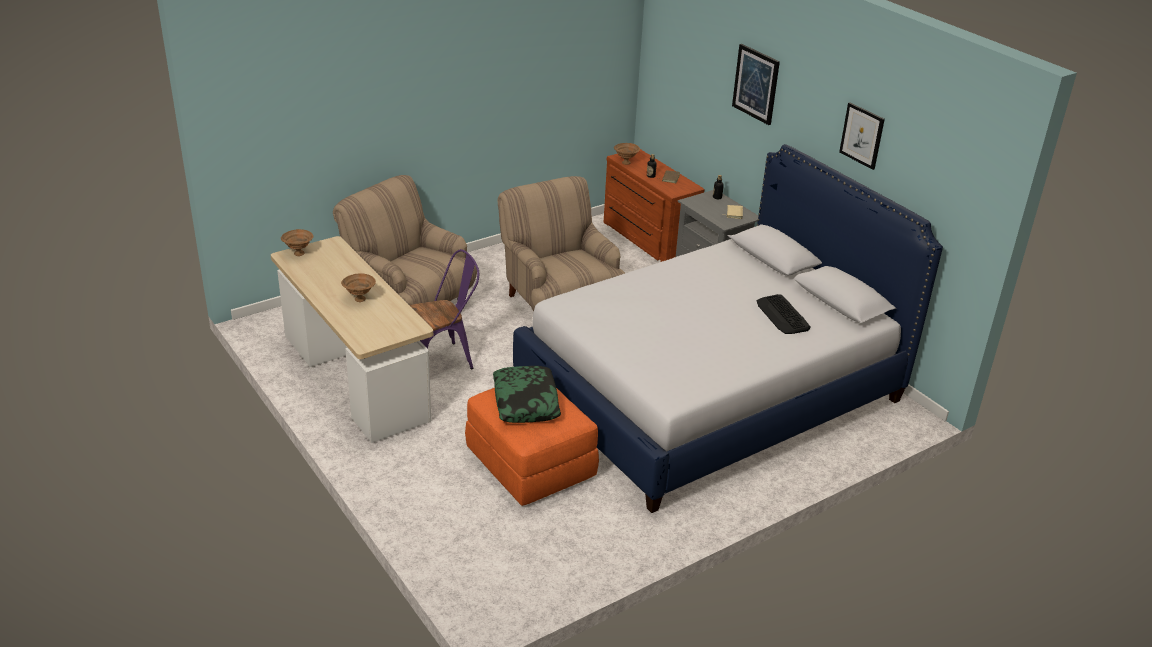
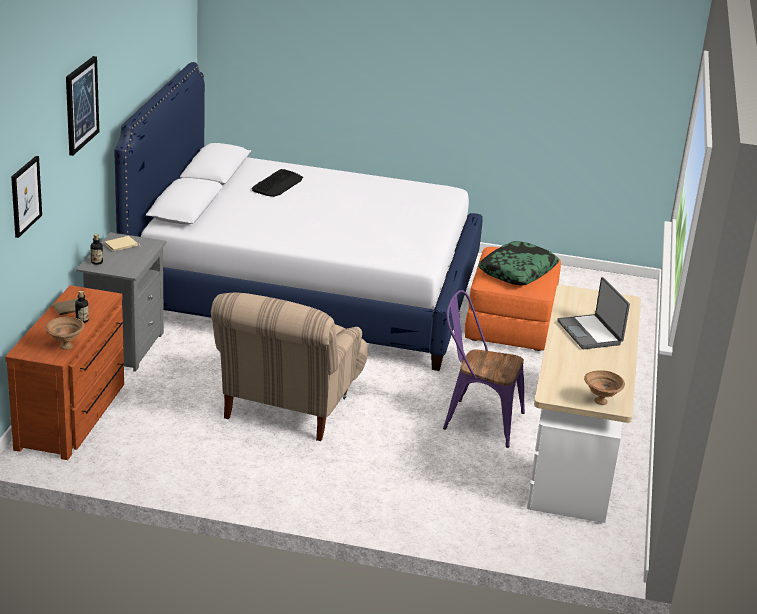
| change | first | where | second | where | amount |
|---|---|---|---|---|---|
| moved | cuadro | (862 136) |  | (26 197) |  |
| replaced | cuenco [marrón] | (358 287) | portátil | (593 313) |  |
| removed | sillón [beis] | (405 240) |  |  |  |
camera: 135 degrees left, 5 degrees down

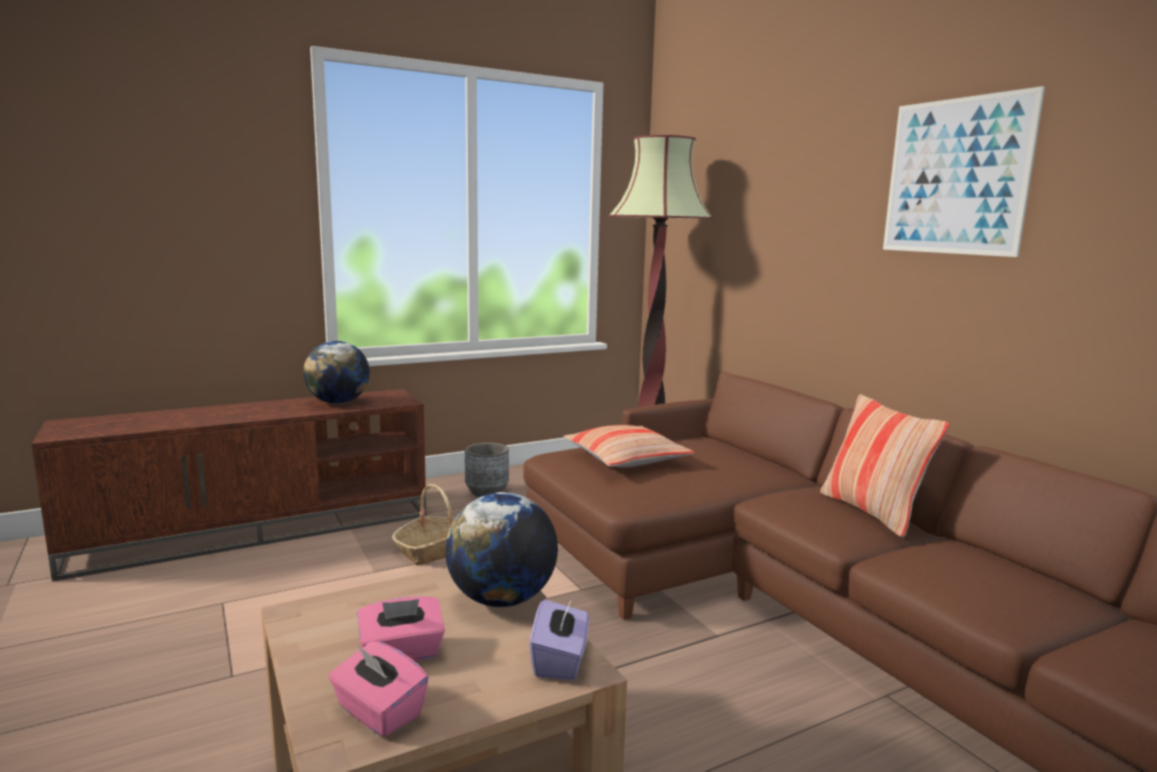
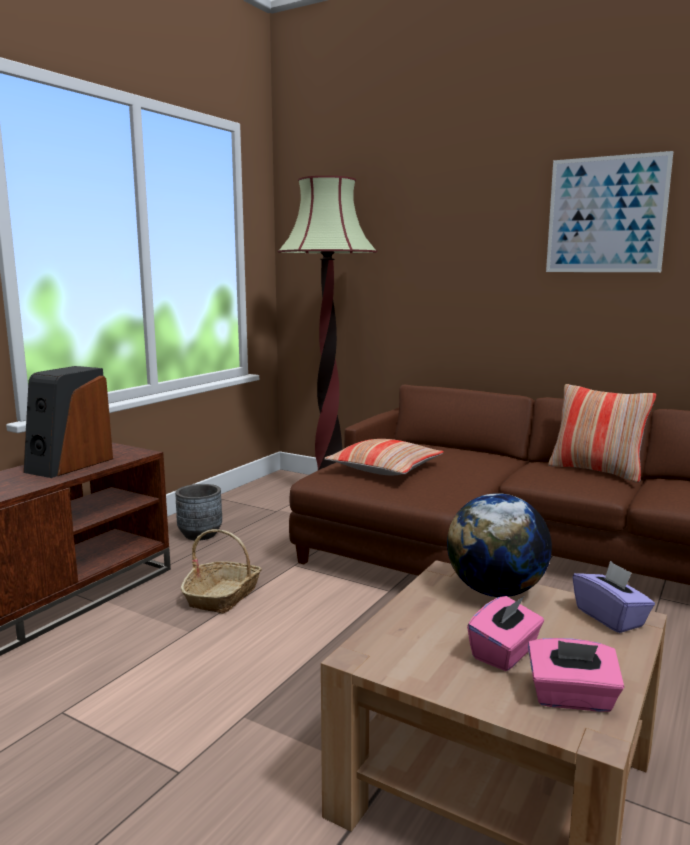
| change | first | where | second | where | amount |
|---|---|---|---|---|---|
| replaced | globo terráqueo | (336 372) | altavoz | (68 422) |  |
camera: 30 degrees left, 0 degrees up

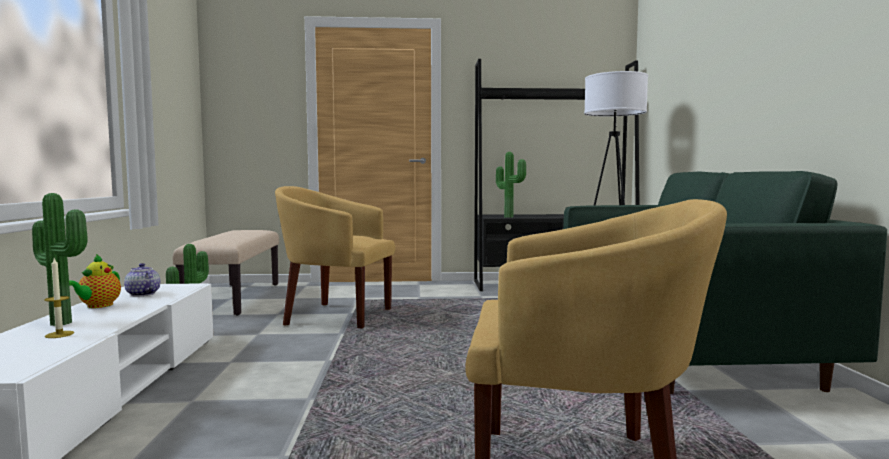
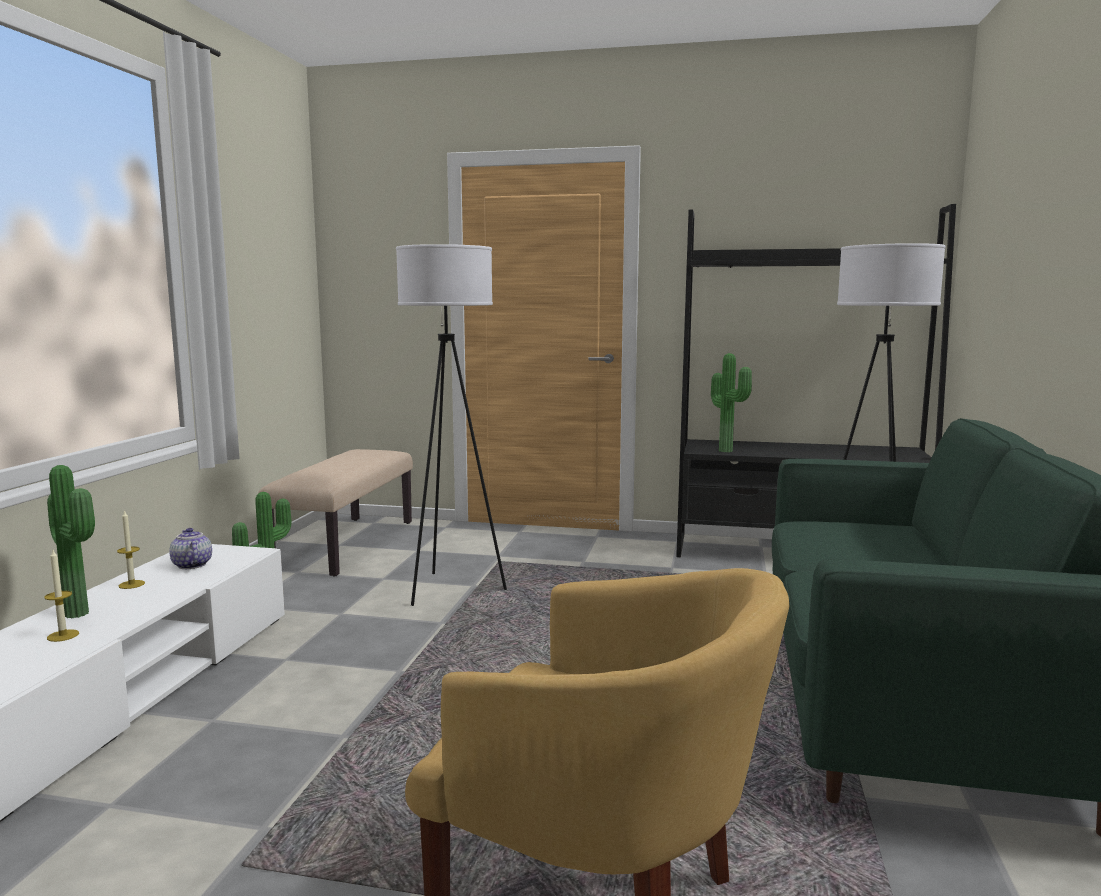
| change | first | where | second | where | amount |
|---|---|---|---|---|---|
| replaced | tetera | (95 281) | vela | (131 549) |  |
| replaced | sillón [amarillo] | (335 257) | lámpara de pie [blanco] | (451 425) |  |
camera: 15 degrees right, 5 degrees up

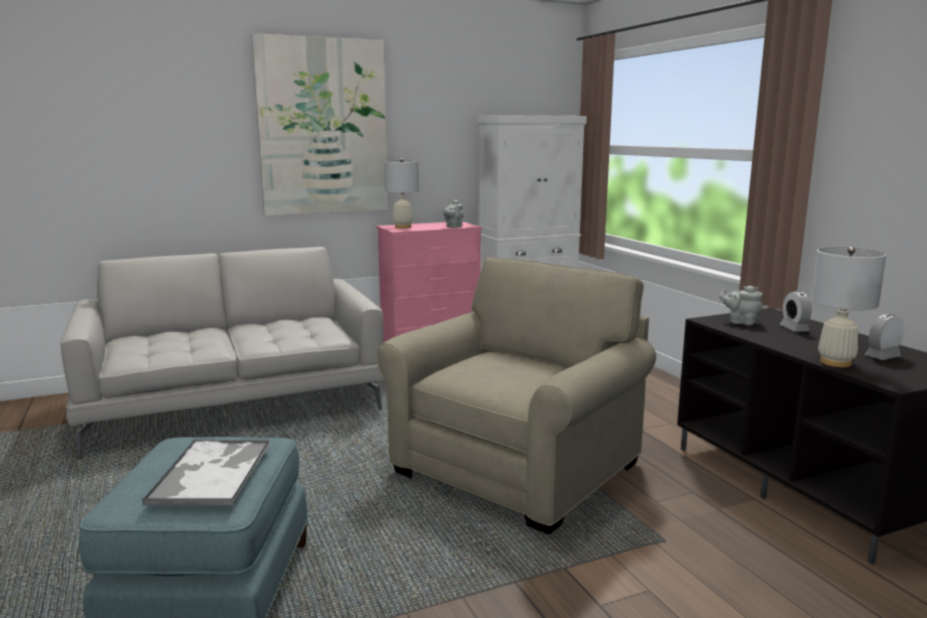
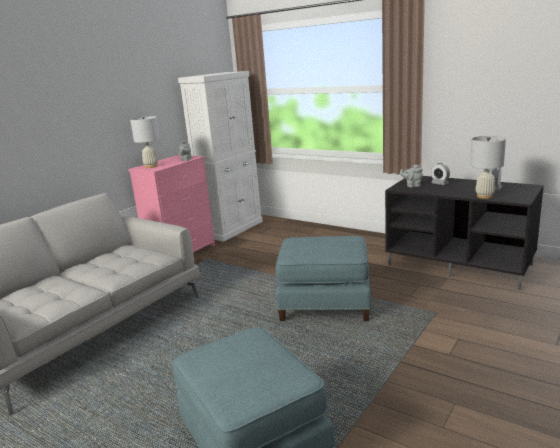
| change | first | where | second | where | amount |
|---|---|---|---|---|---|
| replaced | sillón [beis] | (516 396) | puf [azul] | (323 278) |  |
| removed | bandeja | (206 472) |  |  |  |
| removed | cuadro | (319 124) |  |  |  |
camera: 30 degrees left, 5 degrees up

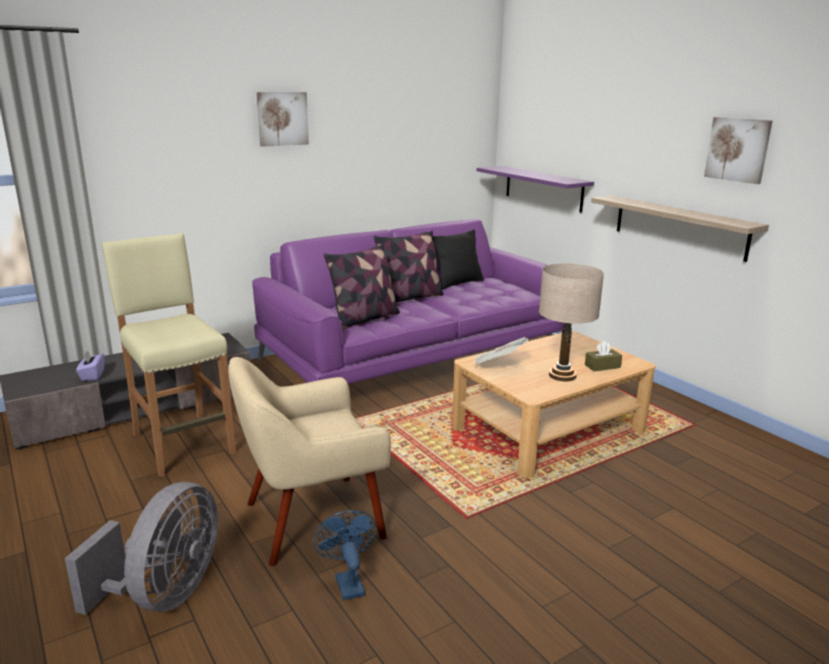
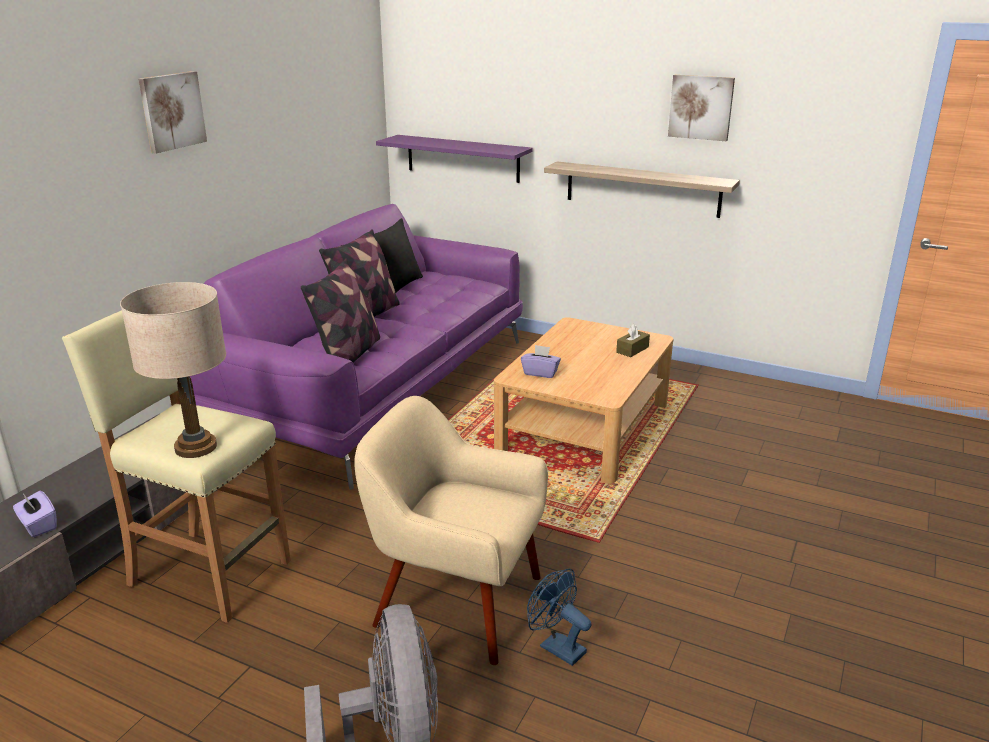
| change | first | where | second | where | amount |
|---|---|---|---|---|---|
| moved | lámpara de mesa [beis] | (571 322) |  | (173 370) |  |
| turned | sillón [beis] | (309 461) |  | (451 530) | 75 degrees clockwise |
| replaced | periódico | (501 351) | caja de pañuelos [morado] | (541 361) |  |
camera: 30 degrees left, 5 degrees up

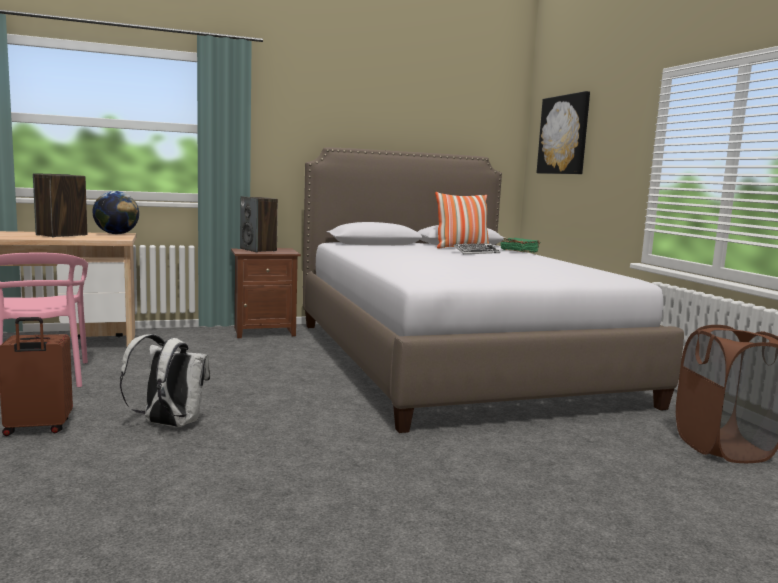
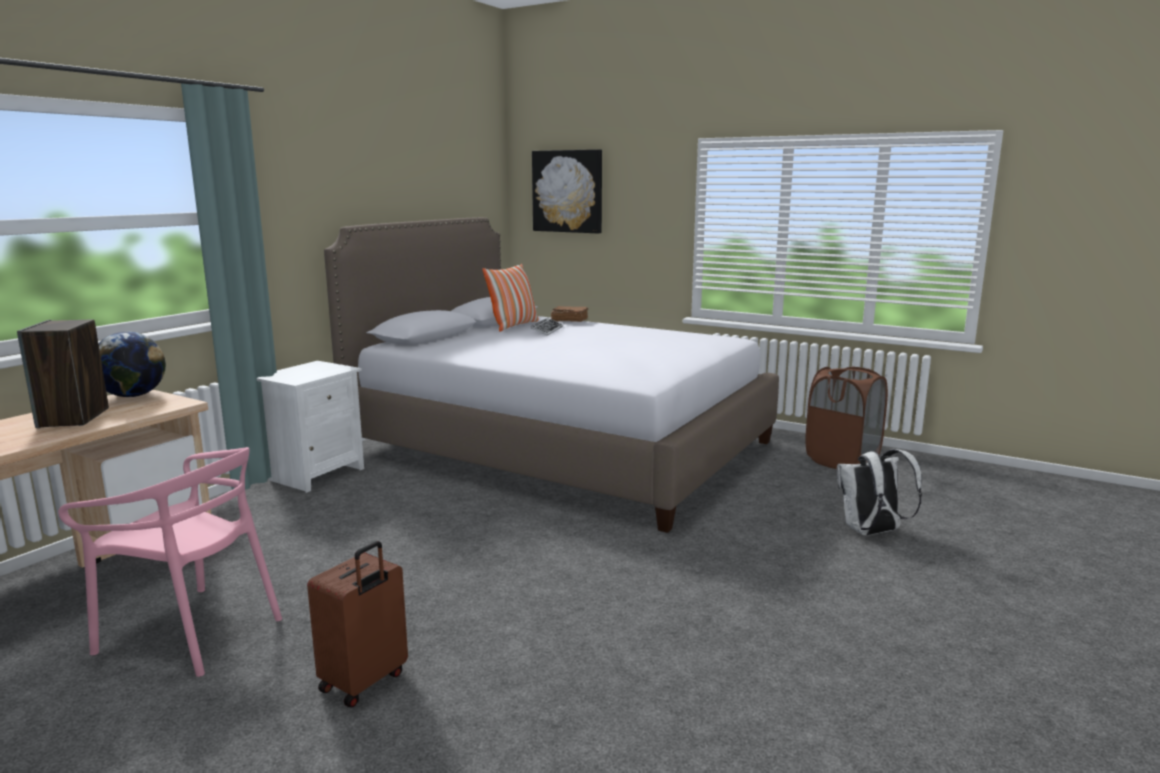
| change | first | where | second | where | amount |
|---|---|---|---|---|---|
| recoloured | mesita de noche [marrón] | (266 293) | mesita de noche [blanco] | (310 427) |  |
| recoloured | libro [verde] | (520 245) | libro [marrón] | (569 314) |  |
| moved | mochila [blanco] | (165 380) |  | (879 492) |  |
| removed | altavoz | (259 224) |  |  |  |
camera: 40 degrees left, 5 degrees up

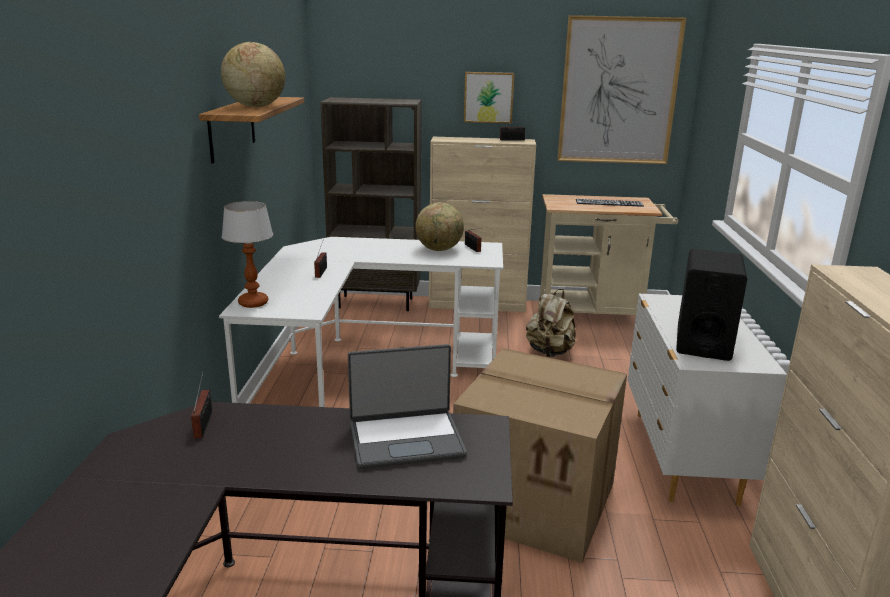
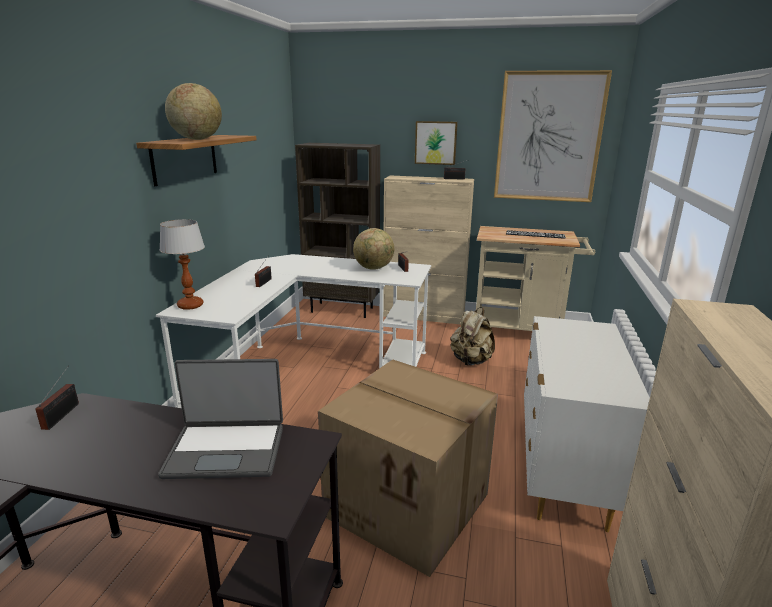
| change | first | where | second | where | amount |
|---|---|---|---|---|---|
| removed | altavoz [negro] | (711 305) |  |  |  |
camera: 10 degrees right, 0 degrees up

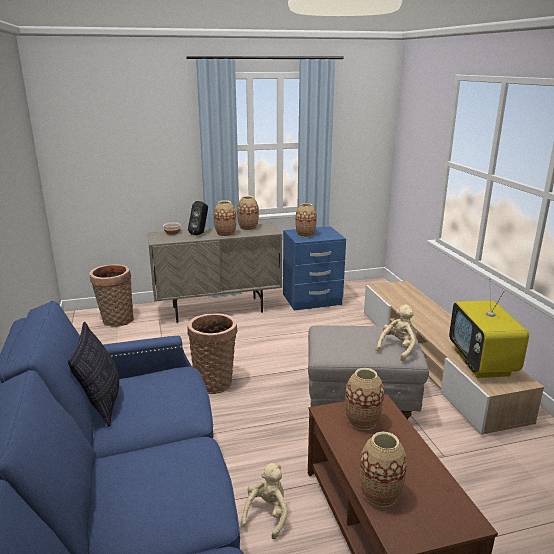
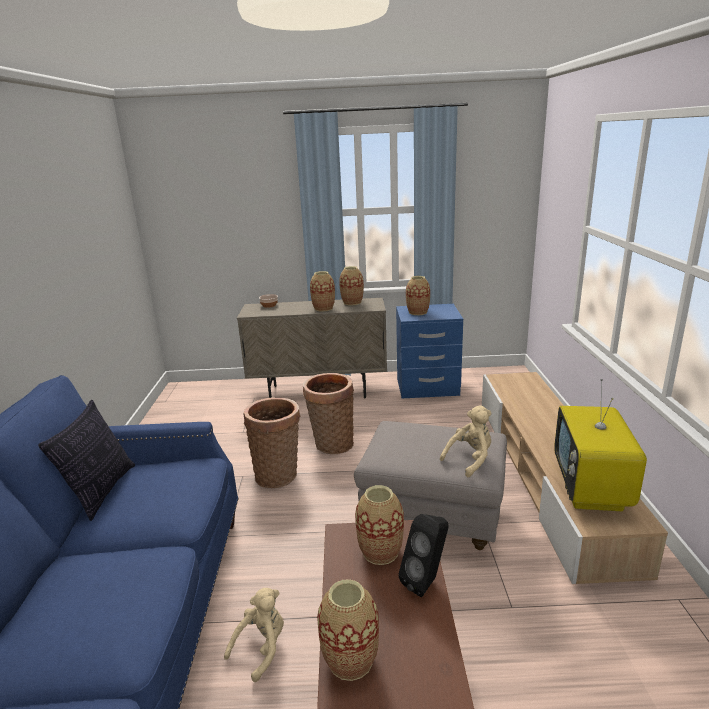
| change | first | where | second | where | amount |
|---|---|---|---|---|---|
| moved | cesta | (111 295) |  | (328 413) |  |
| moved | altavoz [negro] | (198 218) |  | (423 555) |  |
camera: 15 degrees right, 0 degrees up

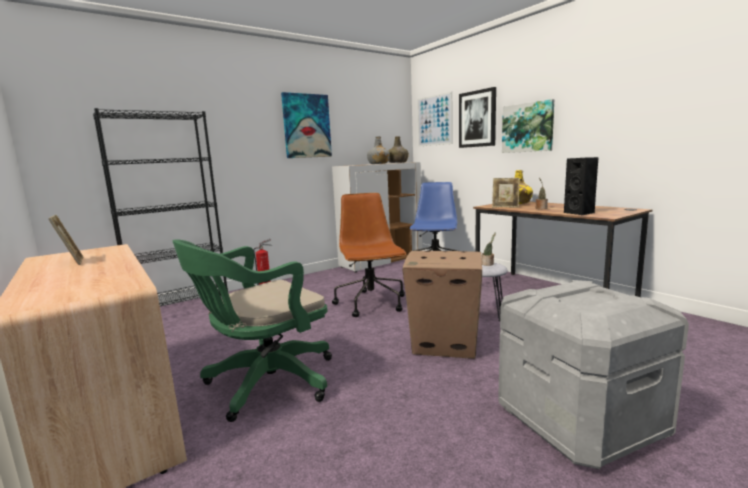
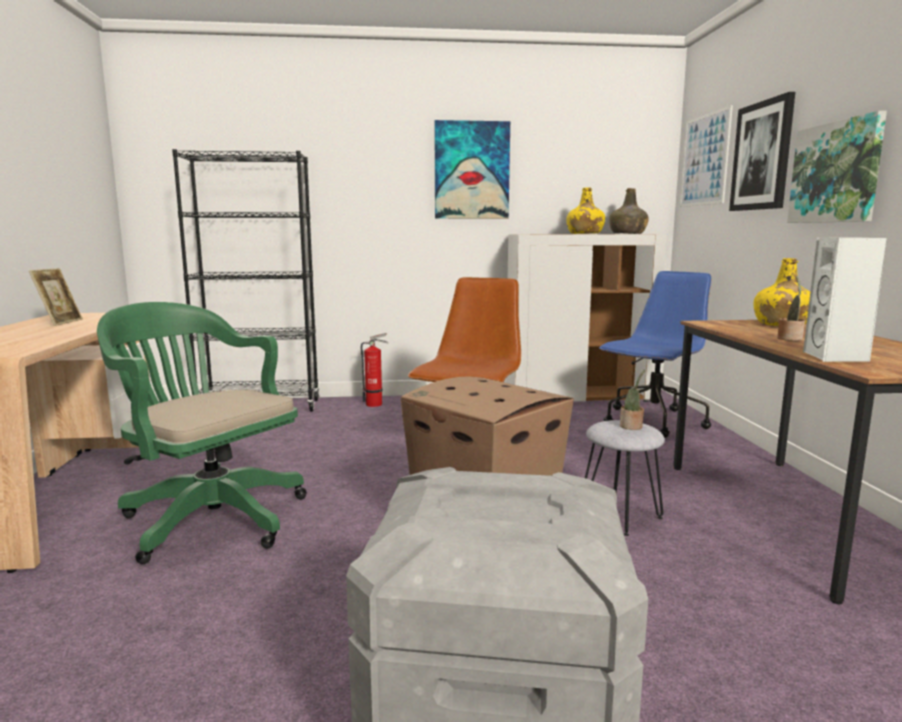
| change | first | where | second | where | amount |
|---|---|---|---|---|---|
| turned | silla de oficina [verde] | (252 330) |  | (202 433) | 45 degrees clockwise |
| recoloured | botella [gris] | (378 150) | botella [amarillo] | (585 211) |  |
| recoloured | altavoz [negro] | (581 186) | altavoz [blanco] | (845 299) |  |
| removed | portarretratos | (506 192) |  |  |  |
camera: 30 degrees right, 0 degrees up

